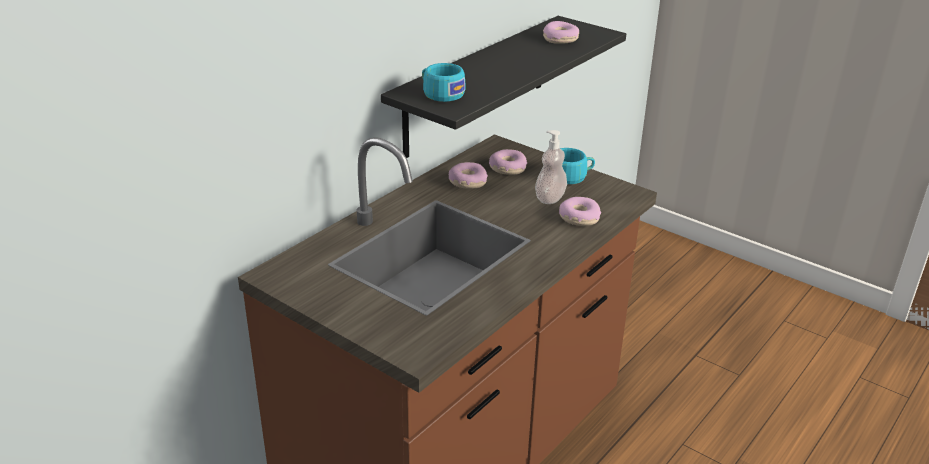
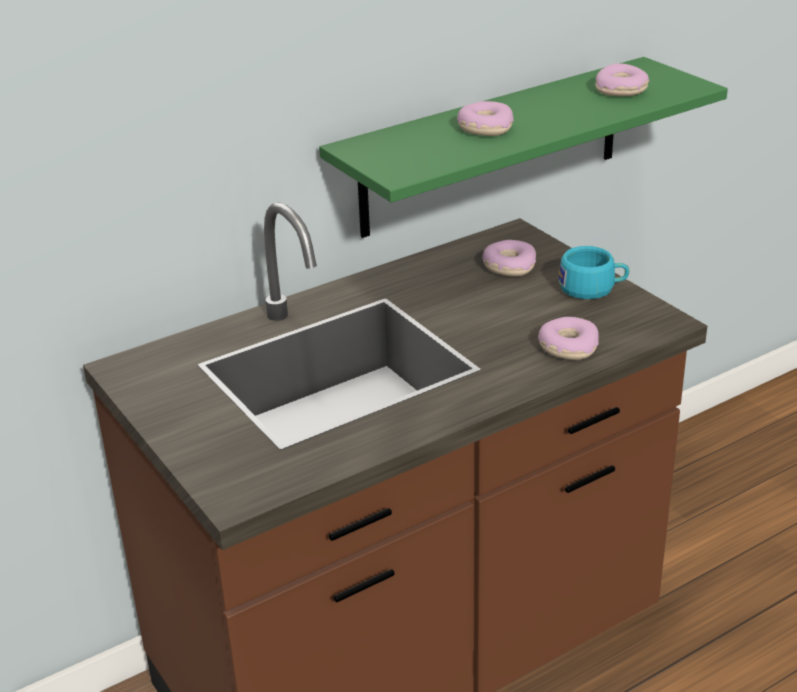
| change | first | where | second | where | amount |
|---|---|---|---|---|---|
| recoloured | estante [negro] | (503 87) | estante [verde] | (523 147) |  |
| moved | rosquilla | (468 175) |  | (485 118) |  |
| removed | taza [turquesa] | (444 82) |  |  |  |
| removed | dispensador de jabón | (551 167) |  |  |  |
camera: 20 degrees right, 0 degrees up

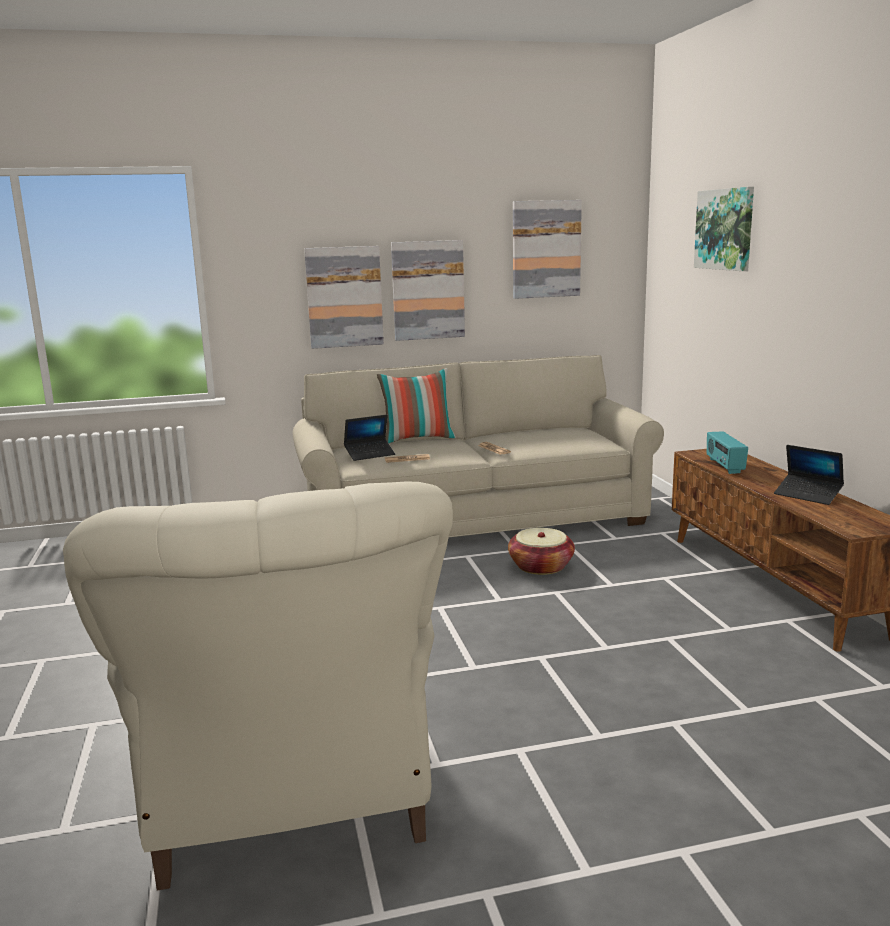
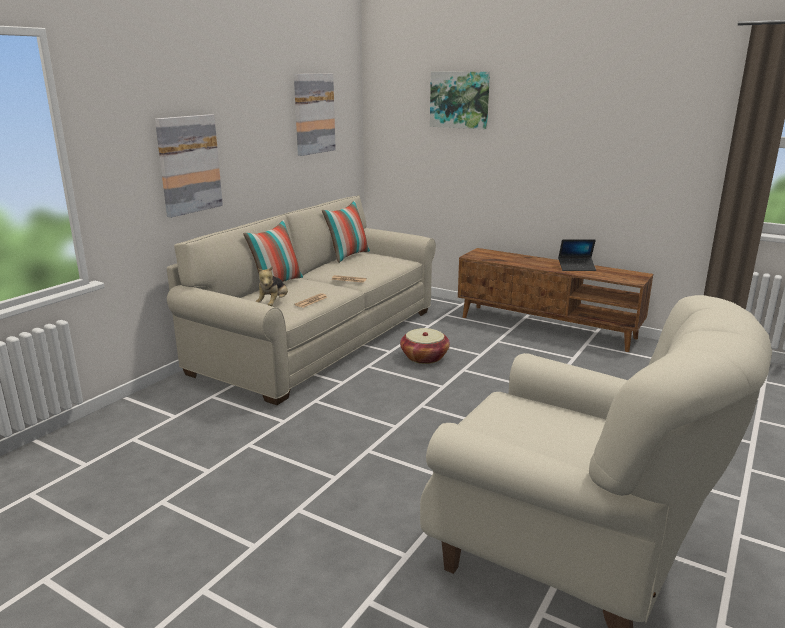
| change | first | where | second | where | amount |
|---|---|---|---|---|---|
| replaced | portátil | (369 437) | peluche | (271 286) |  |
| added |  |  | cojín | (346 232) |  |
| removed | cuadro | (428 290) |  |  |  |
| removed | radio | (727 452) |  |  |  |
camera: 45 degrees left, 5 degrees up

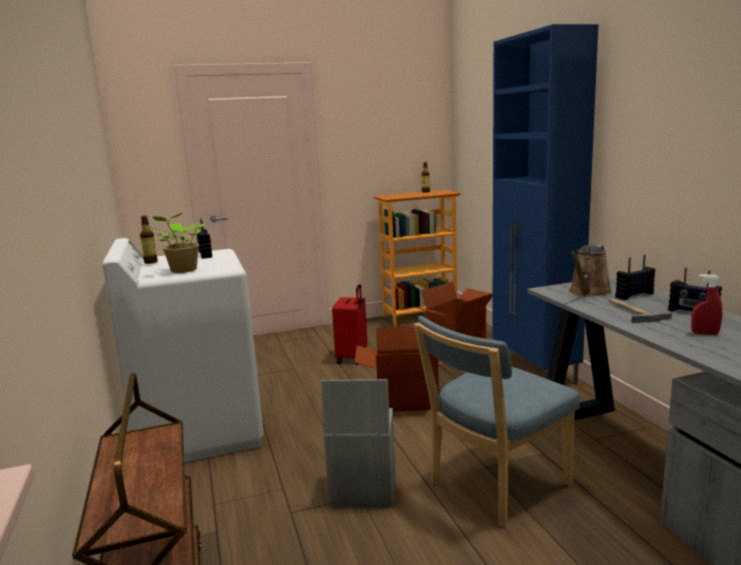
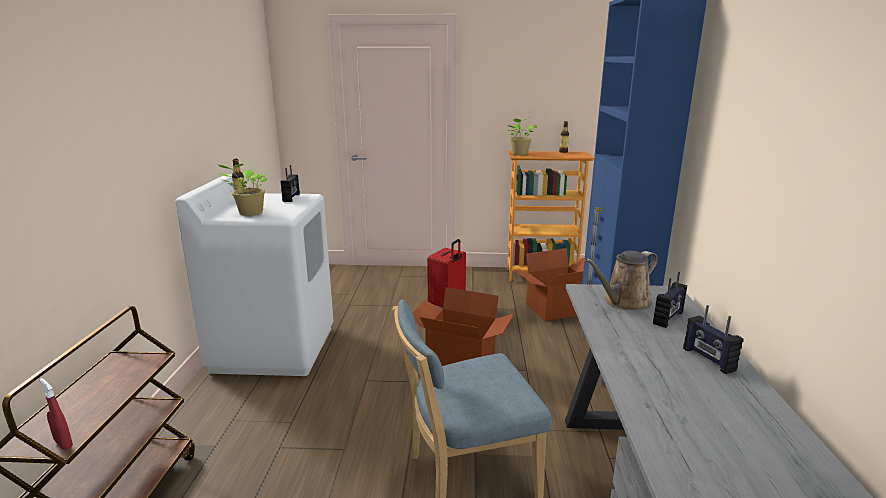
| change | first | where | second | where | amount |
|---|---|---|---|---|---|
| moved | pulverizador [rojo] | (707 304) |  | (56 414) |  |
| added |  |  | planta en maceta | (522 136) |  |
| turned | radio | (635 277) |  | (670 299) | 135 degrees clockwise |
| removed | caja de almacenaje [gris] | (358 443) |  |  |  |
| removed | martillo | (640 310) |  |  |  |
camera: 20 degrees right, 5 degrees up

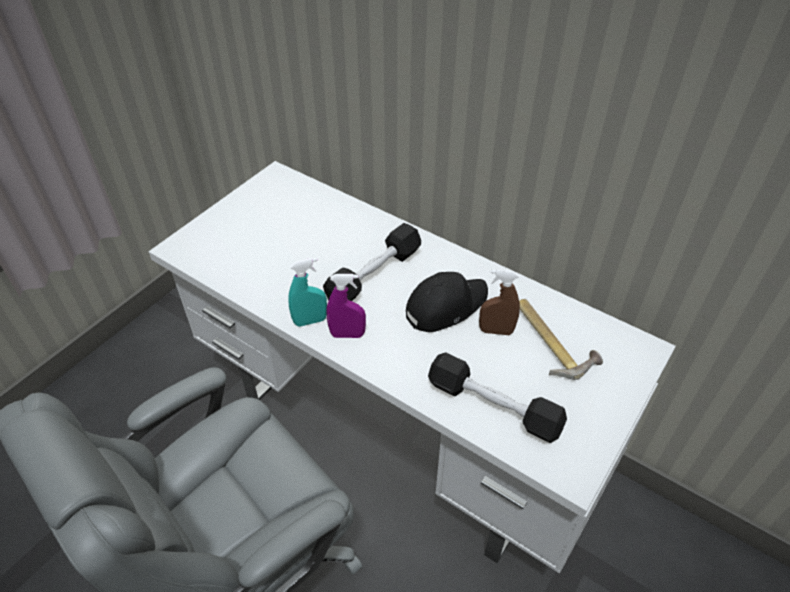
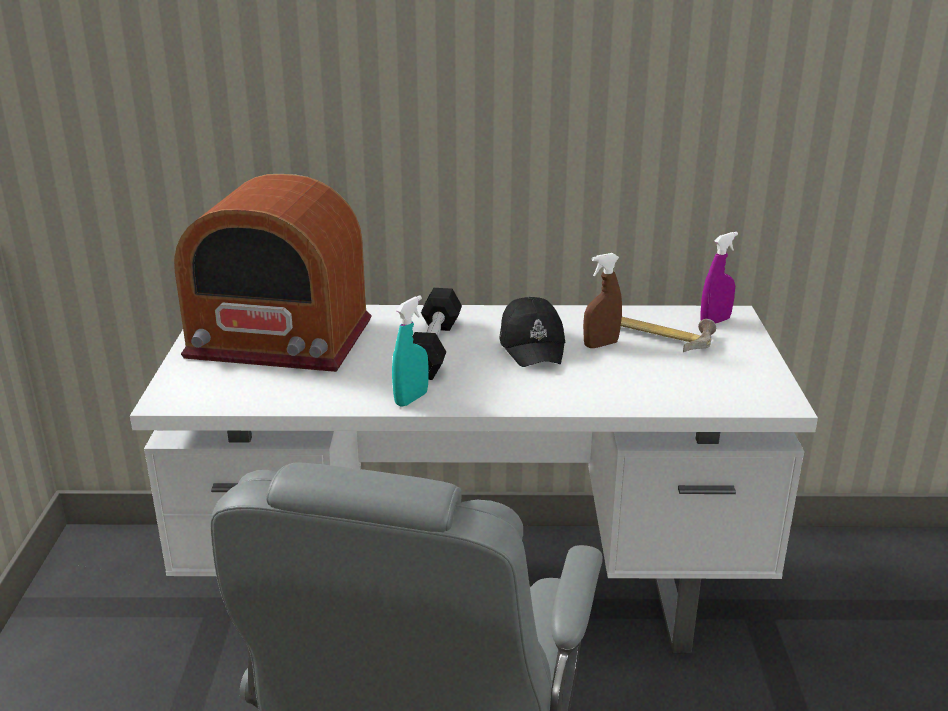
| change | first | where | second | where | amount |
|---|---|---|---|---|---|
| added |  |  | radio | (273 273) |  |
| turned | gorra [negro] | (447 302) |  | (532 332) | 150 degrees clockwise |
| moved | pulverizador [morado] | (346 306) |  | (719 278) |  |
| removed | mancuerna [negro] | (497 398) |  |  |  |
camera: 35 degrees left, 20 degrees down

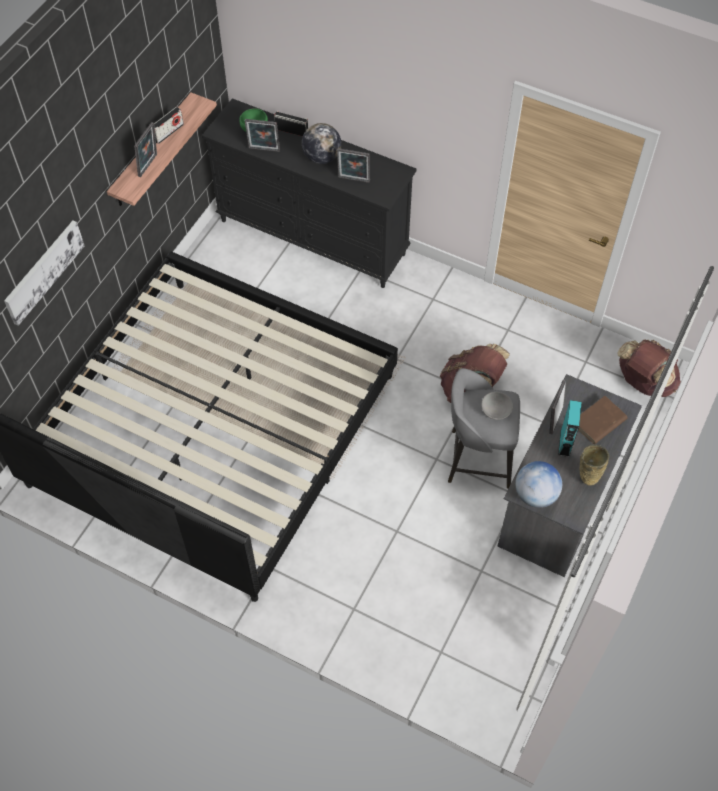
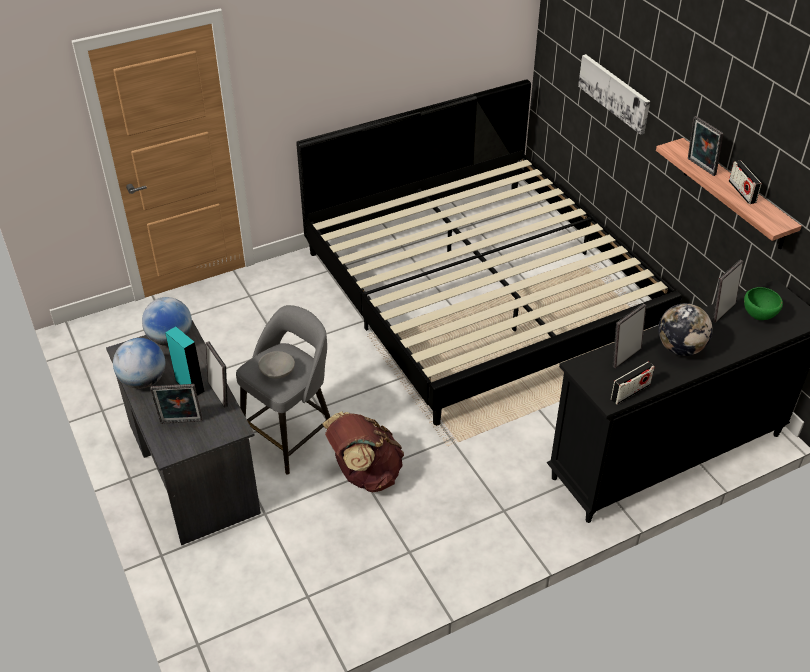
| change | first | where | second | where | amount |
|---|---|---|---|---|---|
| replaced | florero [beis] | (594 465) | globo terráqueo | (139 363) |  |
| replaced | libro [marrón] | (603 420) | portarretratos | (176 404) |  |
| moved | radio | (291 123) |  | (632 383) |  |
| removed | mochila [marrón] | (649 368) |  |  |  |
camera: 125 degrees right, 15 degrees down

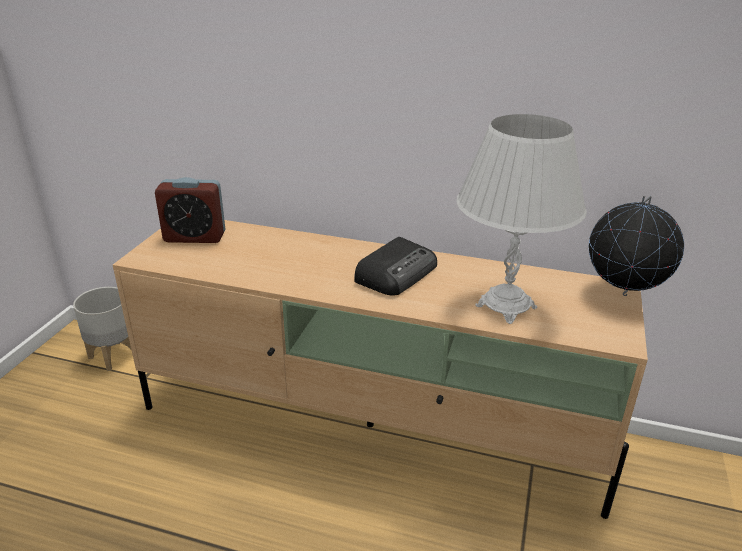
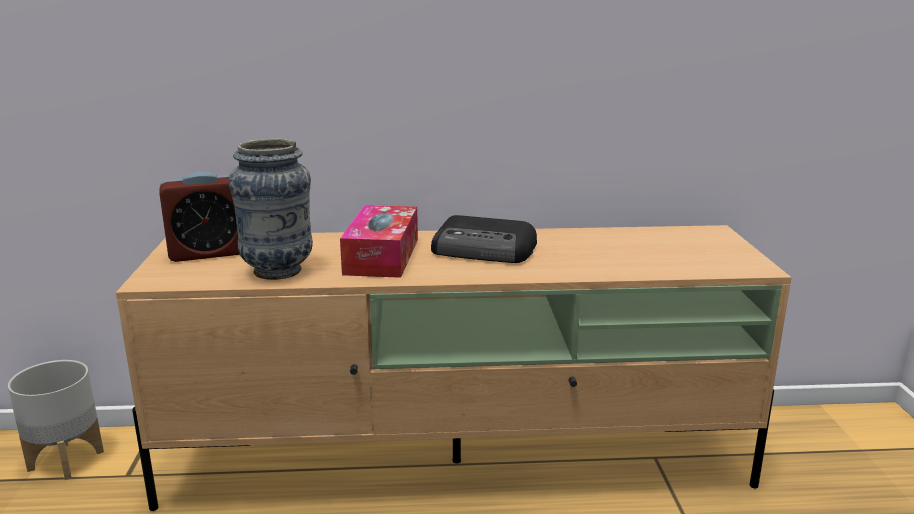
| change | first | where | second | where | amount |
|---|---|---|---|---|---|
| added |  |  | florero | (271 209) |  |
| added |  |  | caja de pañuelos | (379 241) |  |
| turned | radio | (395 266) |  | (484 239) | 90 degrees clockwise |
| removed | lámpara de mesa [blanco] | (522 219) |  |  |  |
| removed | globo terráqueo | (636 246) |  |  |  |
camera: 20 degrees left, 10 degrees down

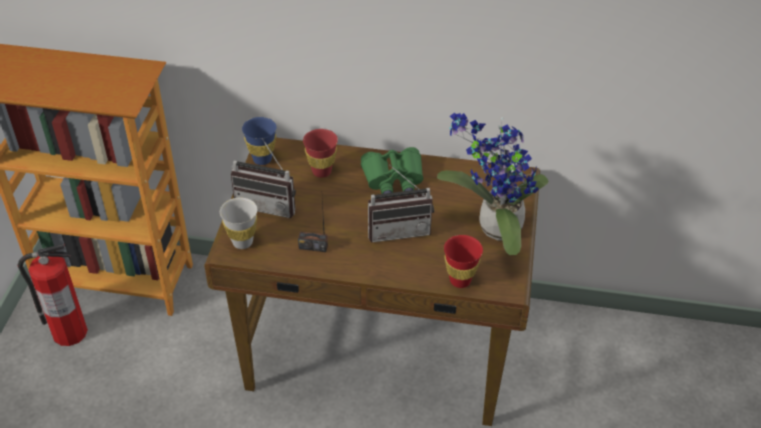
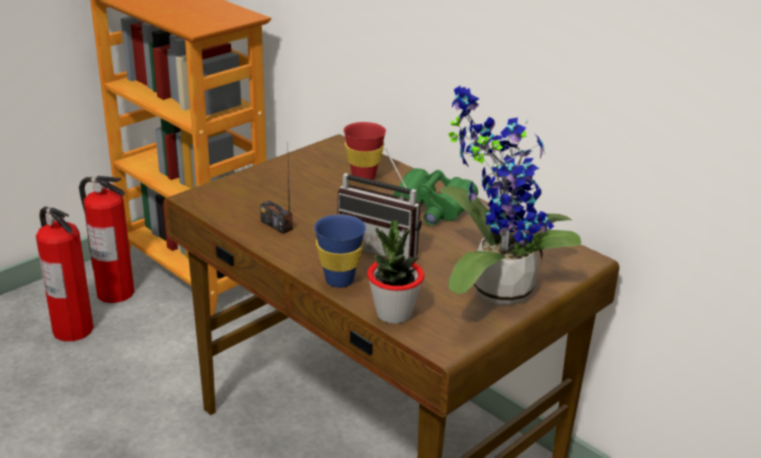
| change | first | where | second | where | amount |
|---|---|---|---|---|---|
| added |  |  | extintor | (64 274) |  |
| moved | taza [azul] | (259 141) |  | (340 251) |  |
| replaced | taza [rojo] | (463 261) | planta en maceta | (395 272) |  |
| removed | taza [blanco] | (238 223) |  |  |  |
| removed | radio | (263 178) |  |  |  |
camera: 35 degrees right, 15 degrees down

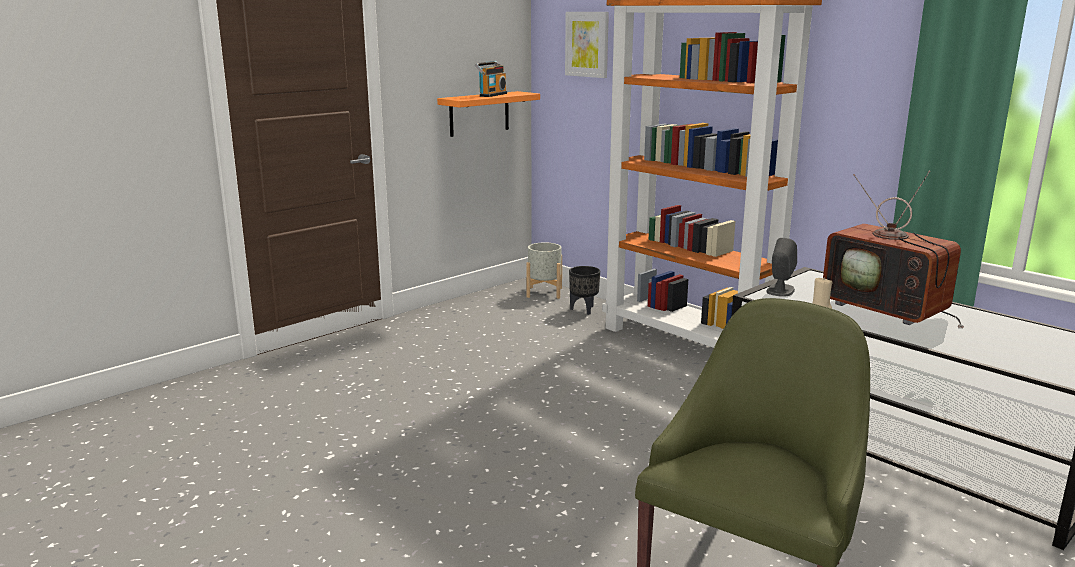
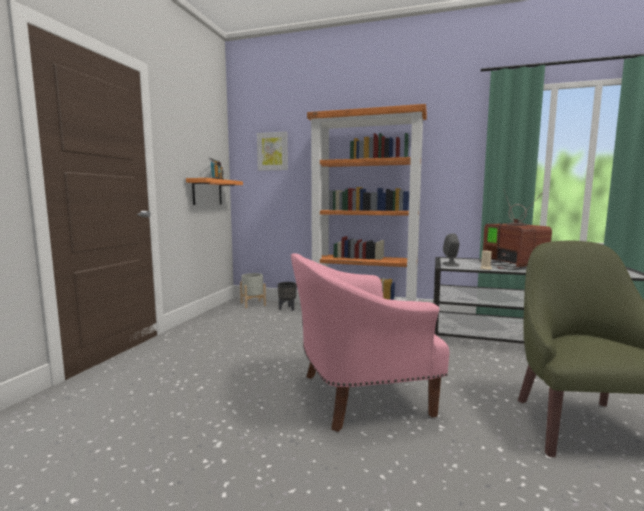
| change | first | where | second | where | amount |
|---|---|---|---|---|---|
| added |  |  | sillón [rosa] | (370 342) |  |
| turned | televisor | (893 249) |  | (515 229) | 120 degrees counterclockwise |
camera: 30 degrees left, 10 degrees down

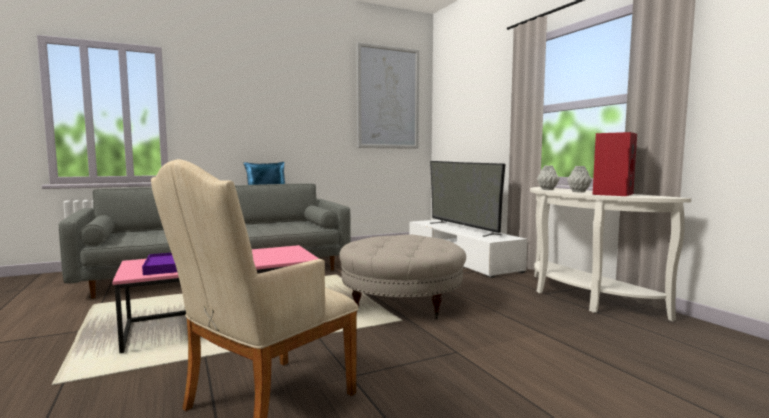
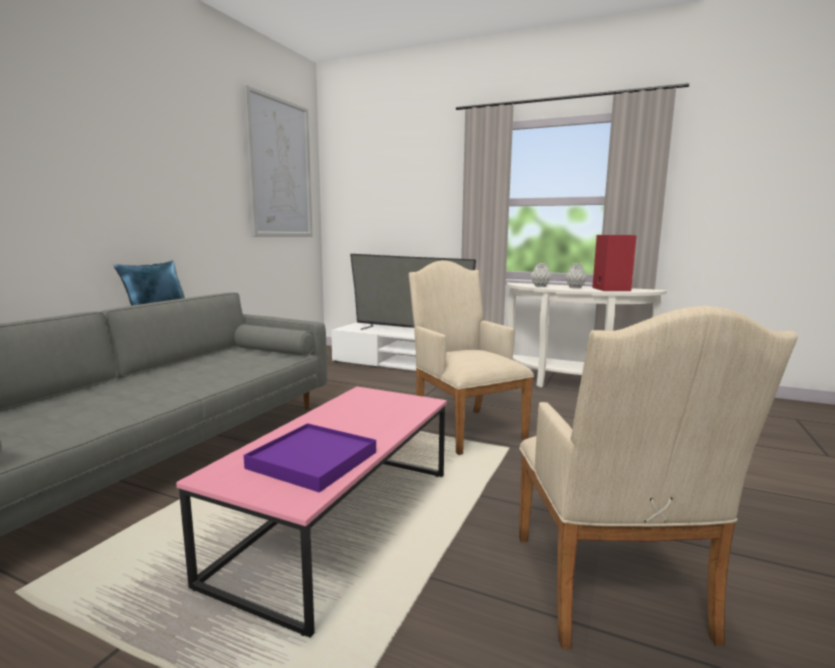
| change | first | where | second | where | amount |
|---|---|---|---|---|---|
| replaced | puf [beis] | (402 276) | sillón [beis] | (471 357) |  |
camera: 40 degrees left, 5 degrees up

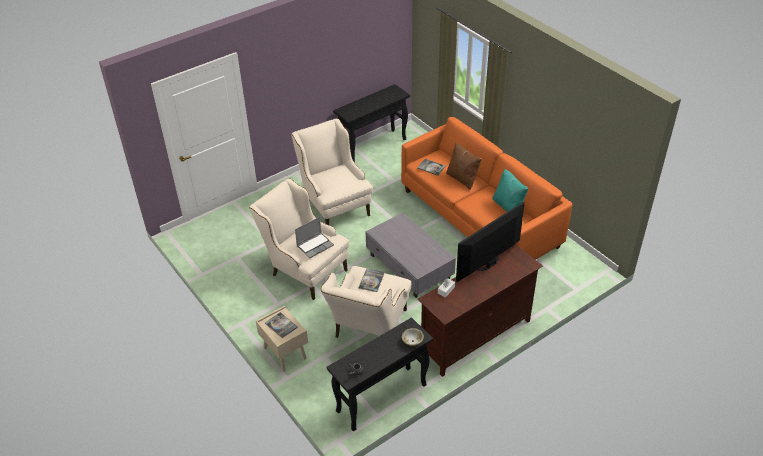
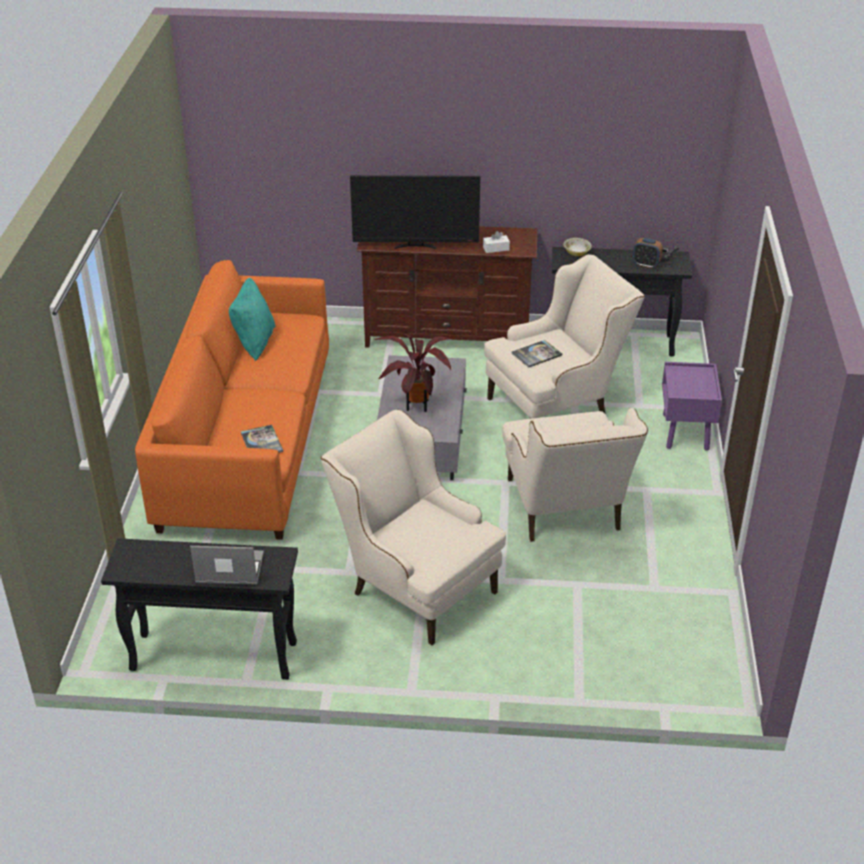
| change | first | where | second | where | amount |
|---|---|---|---|---|---|
| moved | portátil | (314 237) |  | (227 565) |  |
| turned | sillón [beis] | (332 172) |  | (413 527) | 120 degrees clockwise |
| added |  |  | planta en maceta | (413 373) |  |
| added |  |  | despertador | (648 253) |  |
| recoloured | mesita de noche [beis] | (282 339) | mesita de noche [morado] | (692 406) |  |
| removed | libro | (281 325) |  |  |  |
| removed | cojín [marrón] | (463 166) |  |  |  |
camera: 140 degrees left, 5 degrees down

